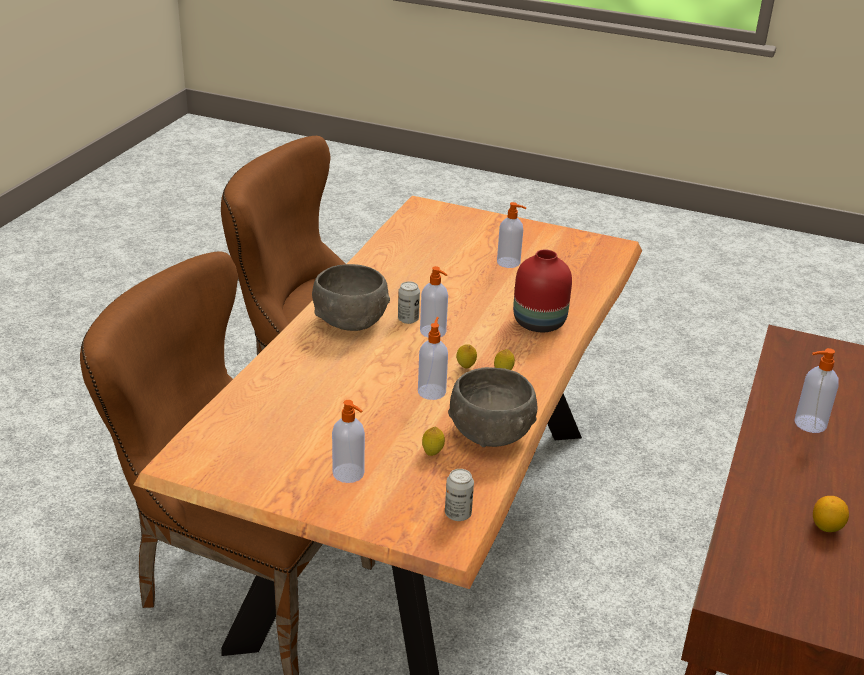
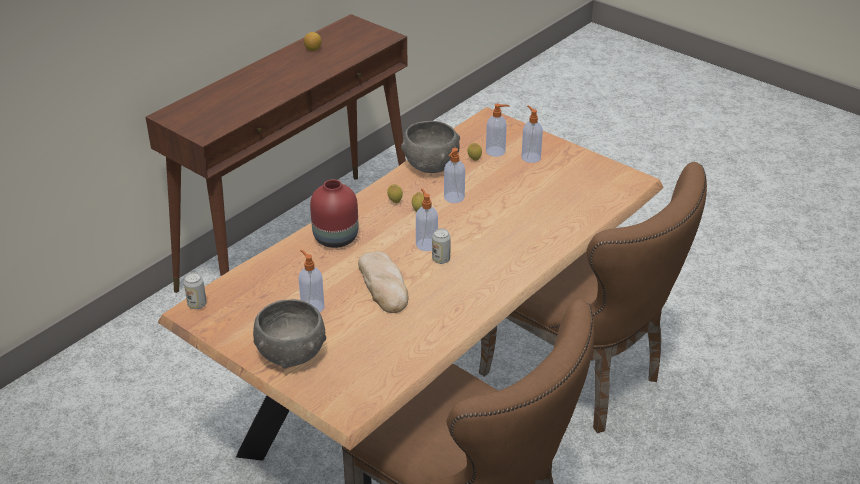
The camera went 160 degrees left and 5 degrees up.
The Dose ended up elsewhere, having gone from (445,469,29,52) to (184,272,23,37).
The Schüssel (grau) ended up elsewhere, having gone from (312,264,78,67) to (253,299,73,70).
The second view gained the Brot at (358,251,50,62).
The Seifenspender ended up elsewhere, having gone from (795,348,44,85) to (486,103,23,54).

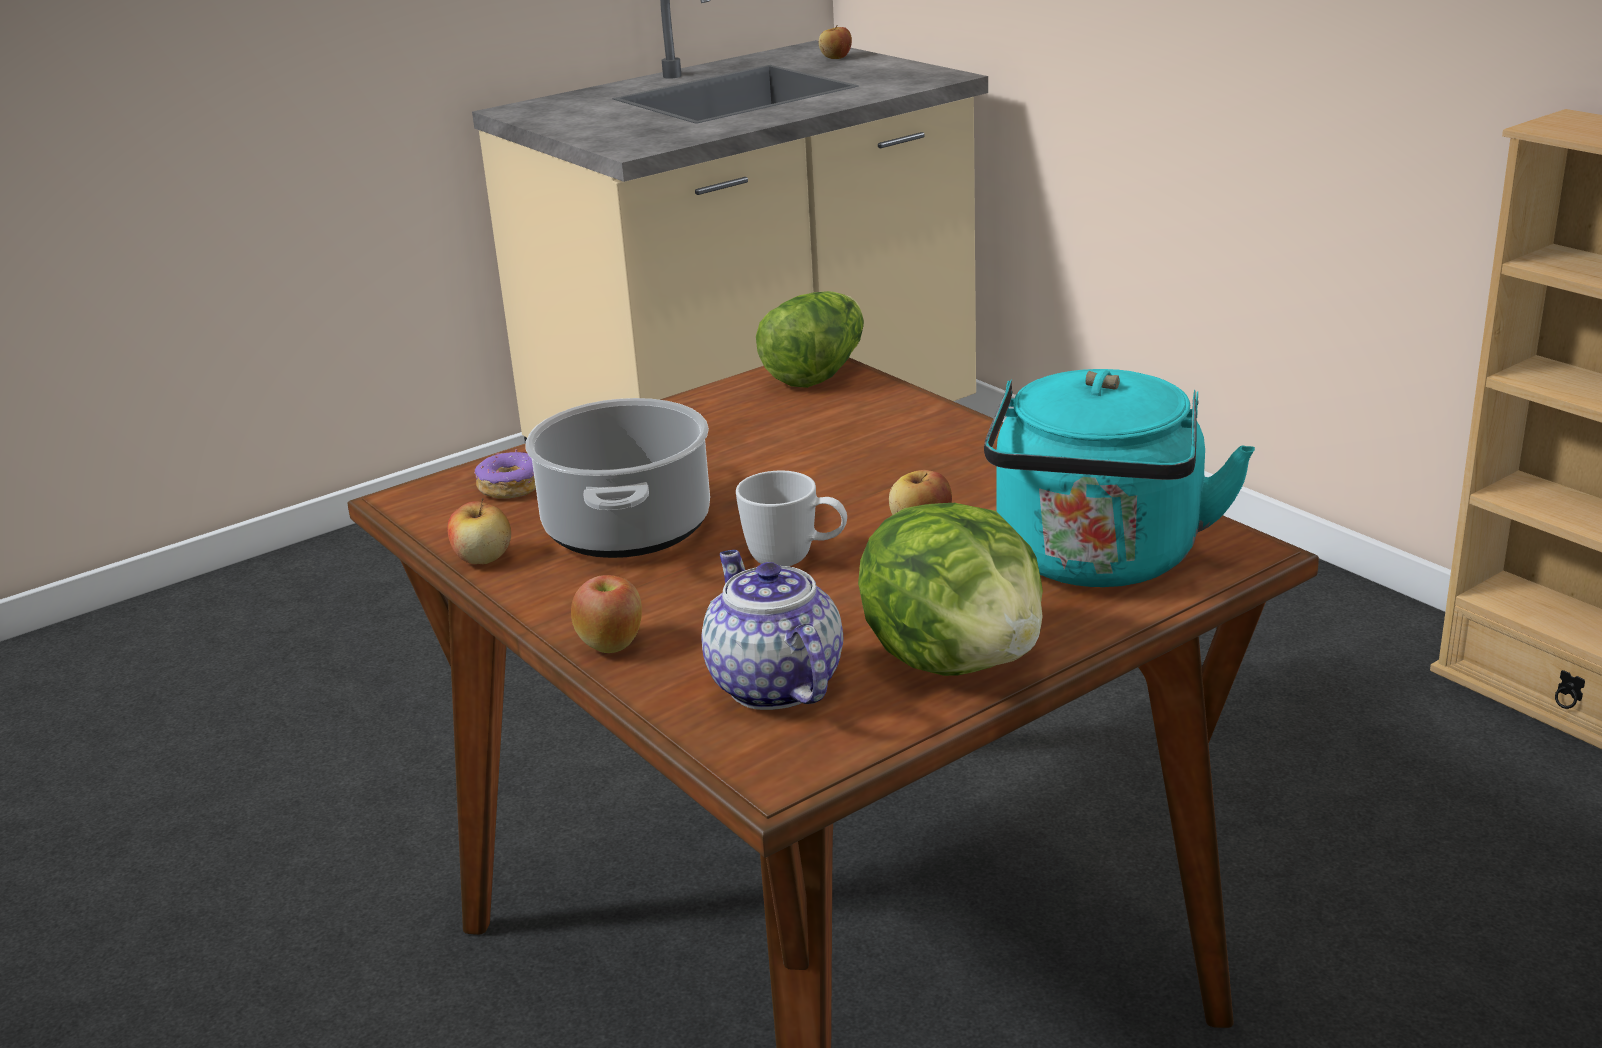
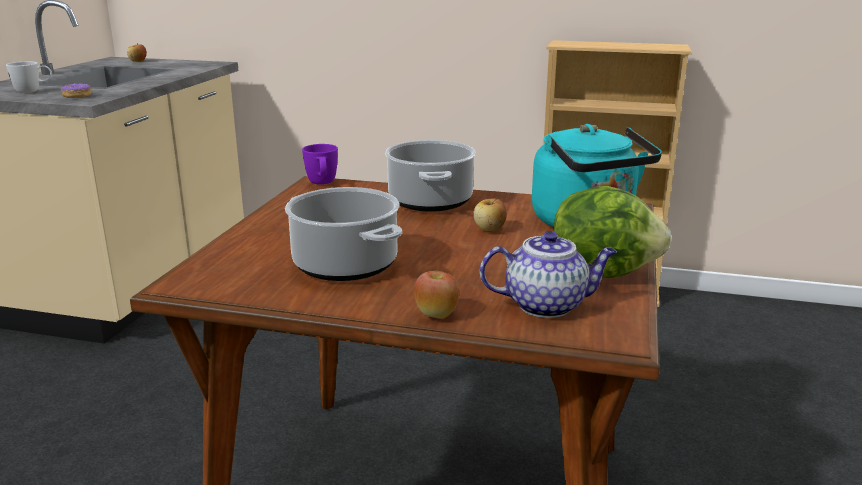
The camera went 40 degrees left and 5 degrees down.
The Henkelbecher (weiß) ended up elsewhere, having gone from (736,470,111,96) to (6,62,46,31).
The Donut ended up elsewhere, having gone from (474,450,62,48) to (61,83,31,15).
Where the Salatkopf stood at (756,291,108,97), the Henkelbecher (lila) came to stand at (302,144,36,41).
The second view gained the Kochtopf at (385,140,91,72).
The Teekanne at (702,550,141,160) ended up facing another way, 150 degrees clockwise from before.
The second view lost the Apfel at (447,498,64,66).

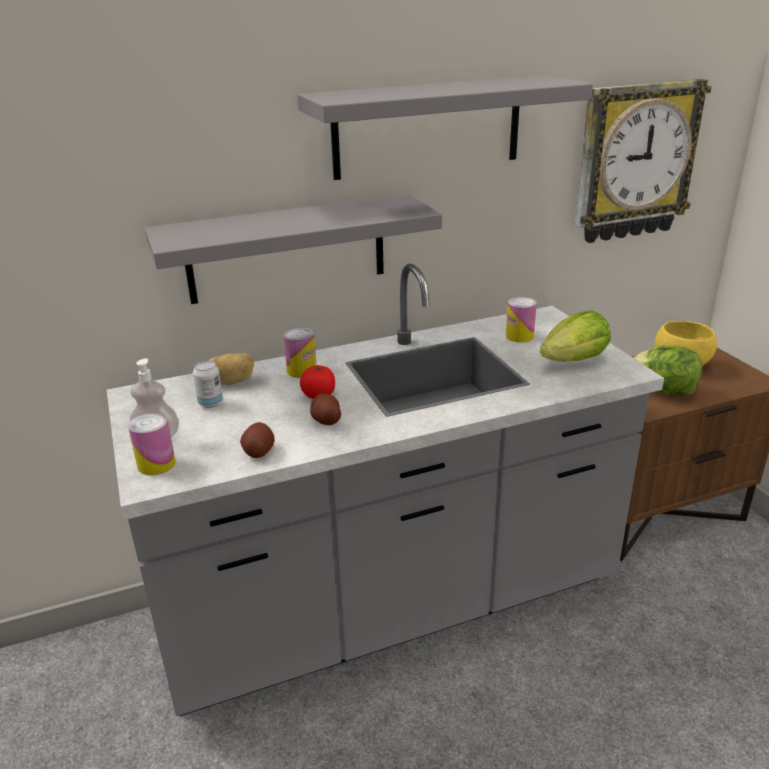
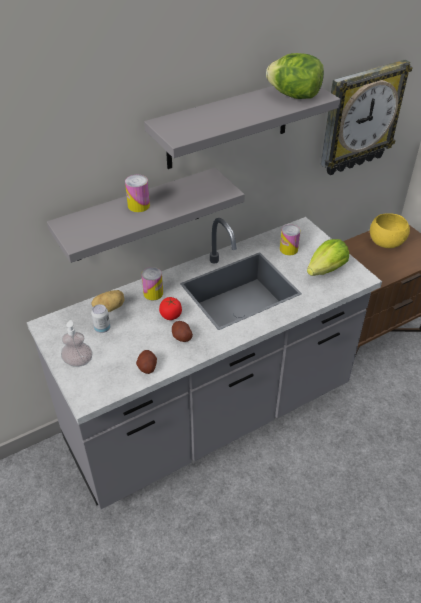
The camera went 10 degrees left and 15 degrees up.
The Dose ended up elsewhere, having gone from (128,413,48,62) to (125,175,25,37).
The Salatkopf ended up elsewhere, having gone from (634,345,69,51) to (266,53,58,46).

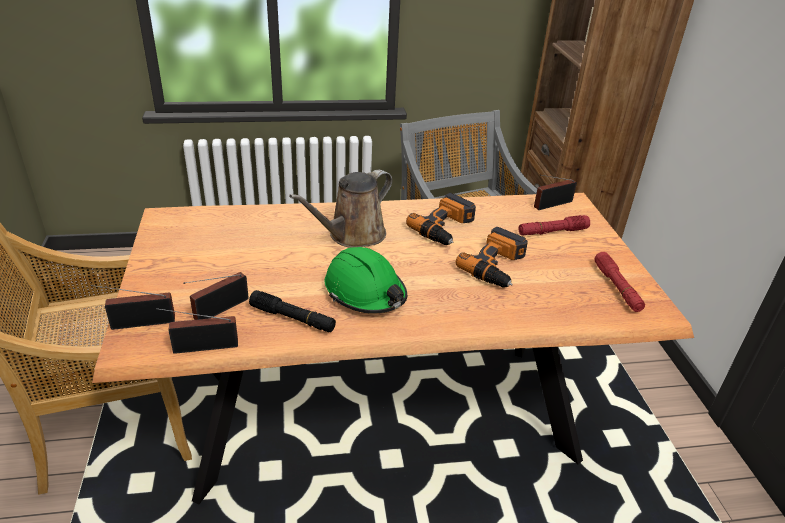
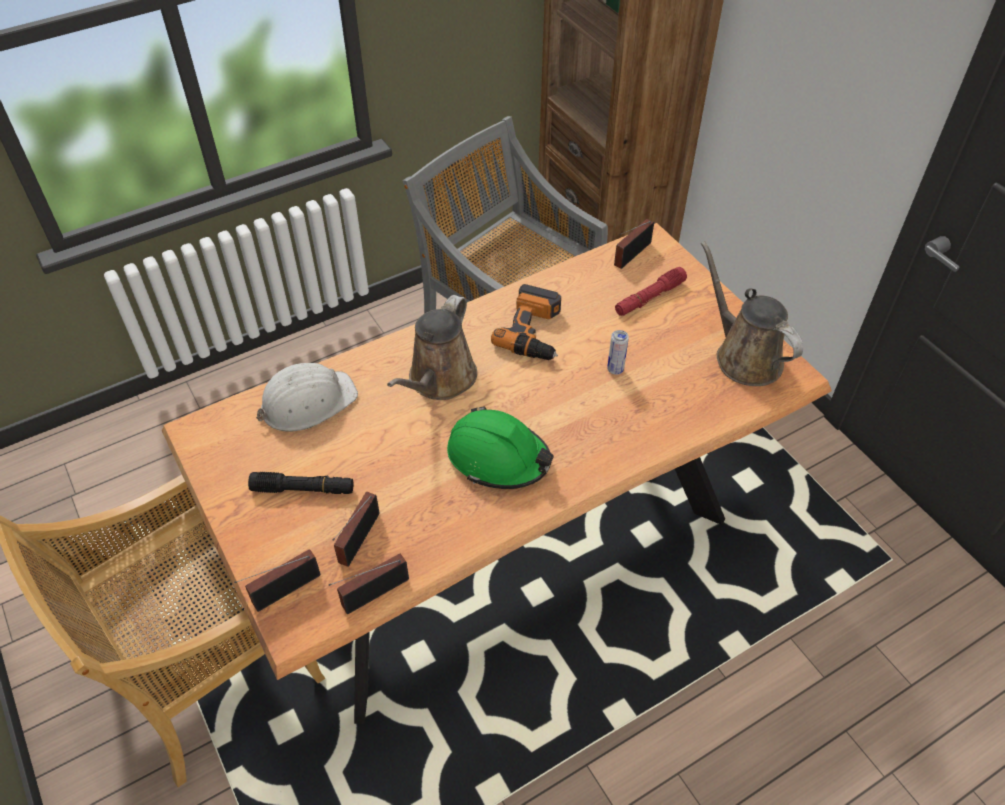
The camera went 20 degrees left and 15 degrees up.
The Taschenlampe (schwarz) ended up elsewhere, having gone from (249,290,87,42) to (248,472,105,22).
The second view gained the Schutzhelm (weiß) at (256,363,102,69).
Where the Bohrmaschine stood at (456,227,72,61), the Dose came to stand at (607,330,22,45).
Where the Taschenlampe (rot) stood at (594,252,51,60), the Gießkanne (braun) came to stand at (701,241,102,145).

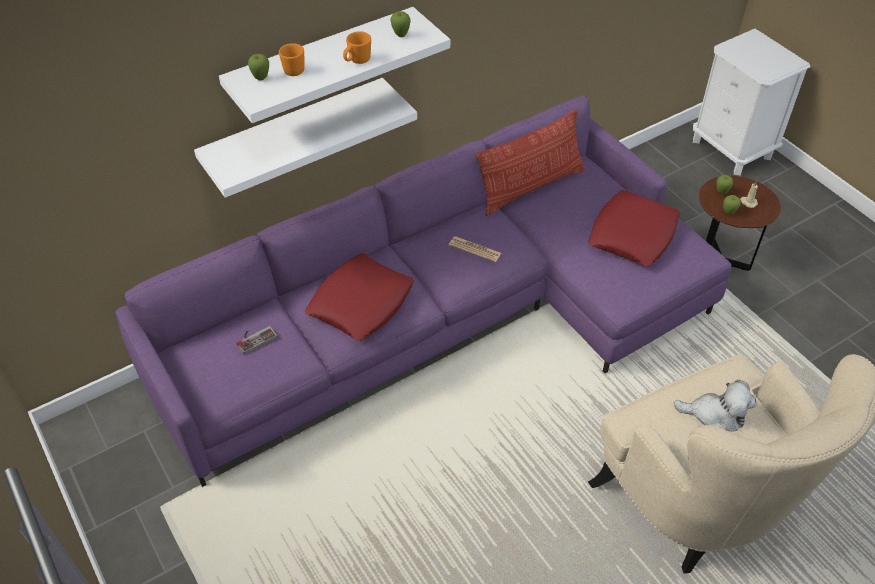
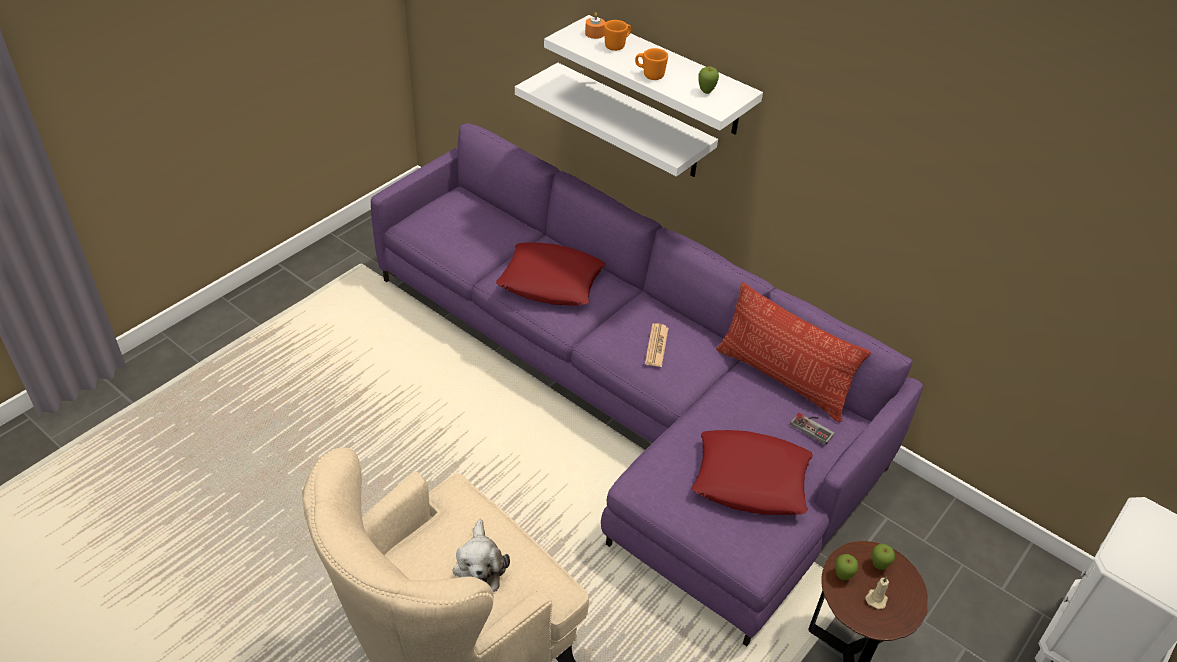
The camera went 70 degrees right and 5 degrees down.
Where the Apfel stood at (248,54,21,27), the Kerze (orange) came to stand at (585,12,20,27).
The Gamepad ended up elsewhere, having gone from (236,326,41,29) to (790,413,44,32).

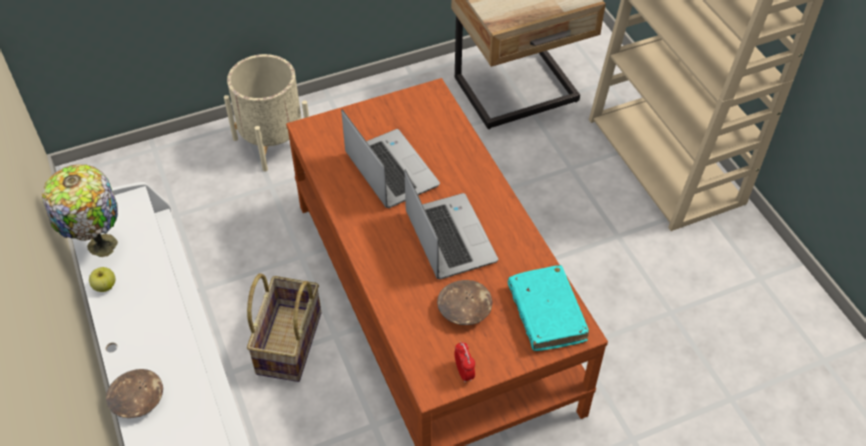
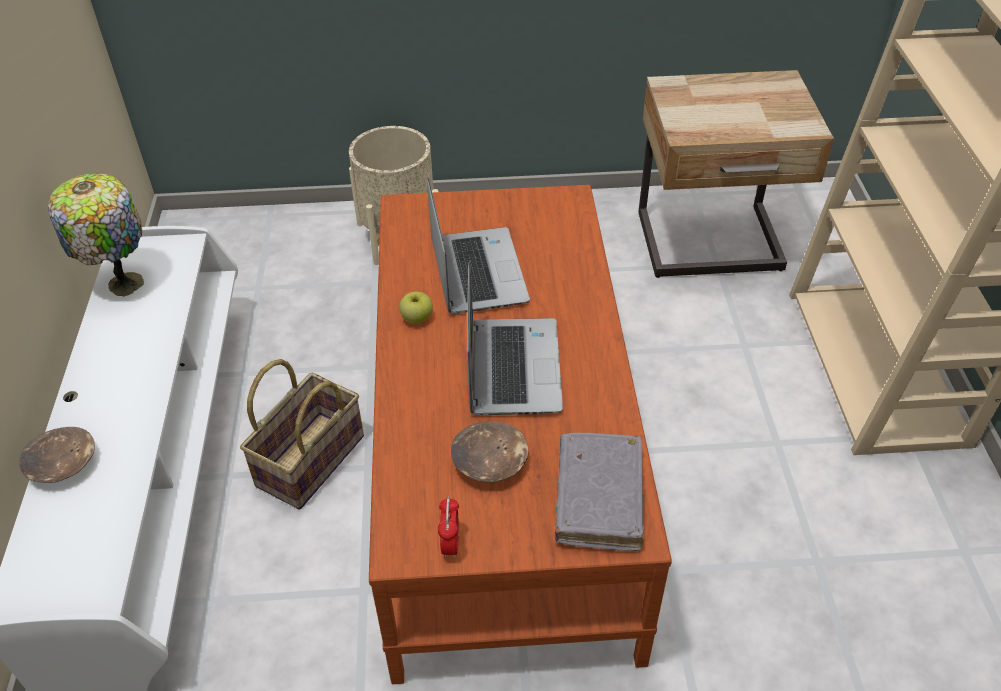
The camera went 20 degrees right and 5 degrees down.
The Apfel ended up elsewhere, having gone from (89,267,26,25) to (399,292,34,32).
What was the Buch (türkis) at (508,265,81,86) turned into the Buch (grau) at (555,433,89,118).

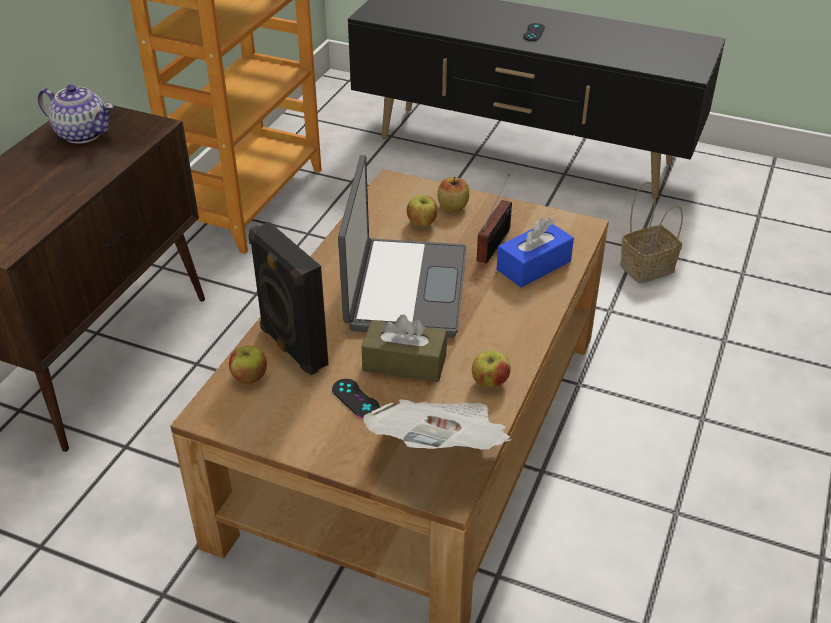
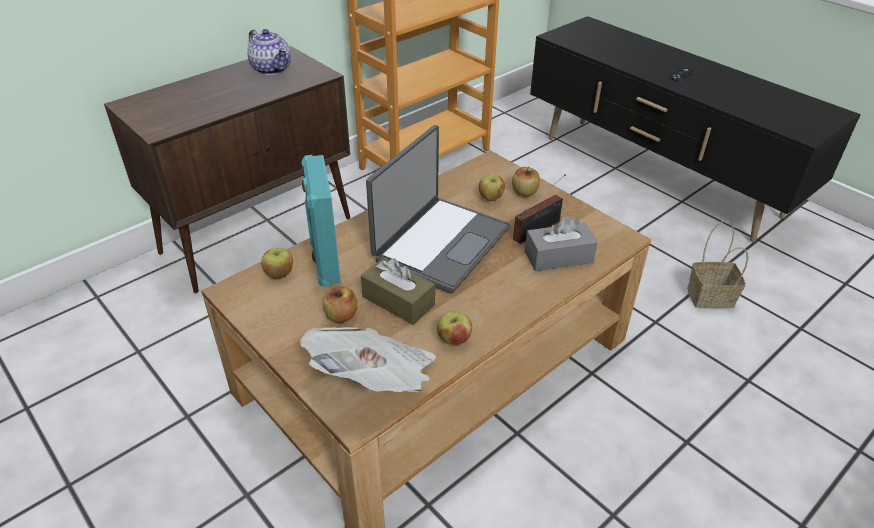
The camera went 25 degrees right and 0 degrees up.
What was the Lautsprecher (schwarz) at (248,222,81,153) turned into the Lautsprecher (türkis) at (301,155,40,132).
Where the Gamepad (schwarz) stood at (332,379,48,39), the Apfel came to stand at (323,286,34,37).
What was the Taschentuchbox (blau) at (497,217,77,71) turned into the Taschentuchbox (grau) at (525,216,73,55).

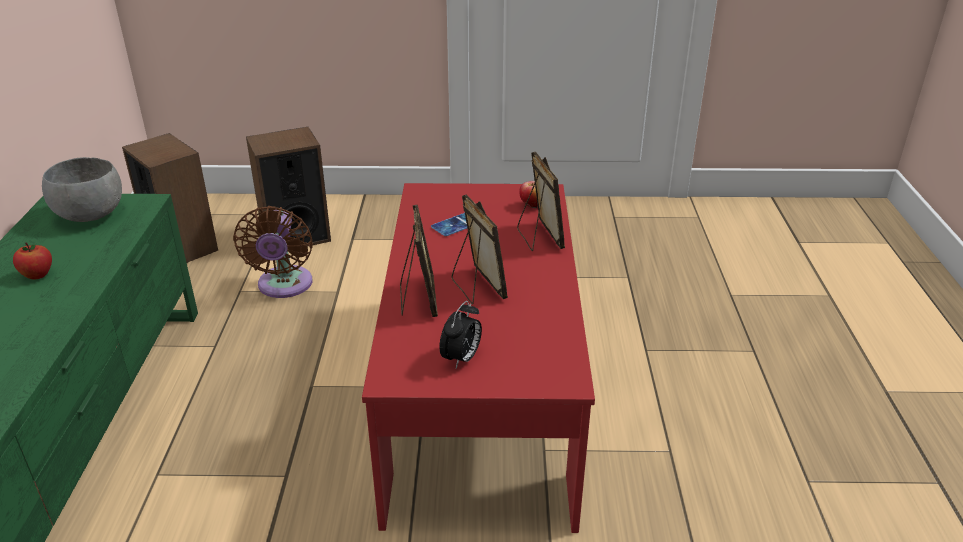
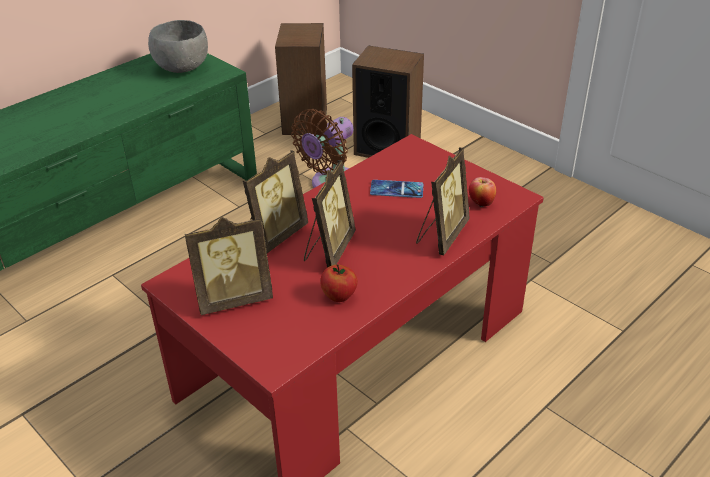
The camera went 45 degrees right and 5 degrees up.
Where the Wecker stood at (439,301,43,68), the Bilderrahmen came to stand at (185,217,88,98).
The Apfel ended up elsewhere, having gone from (13,242,39,38) to (320,264,38,38).

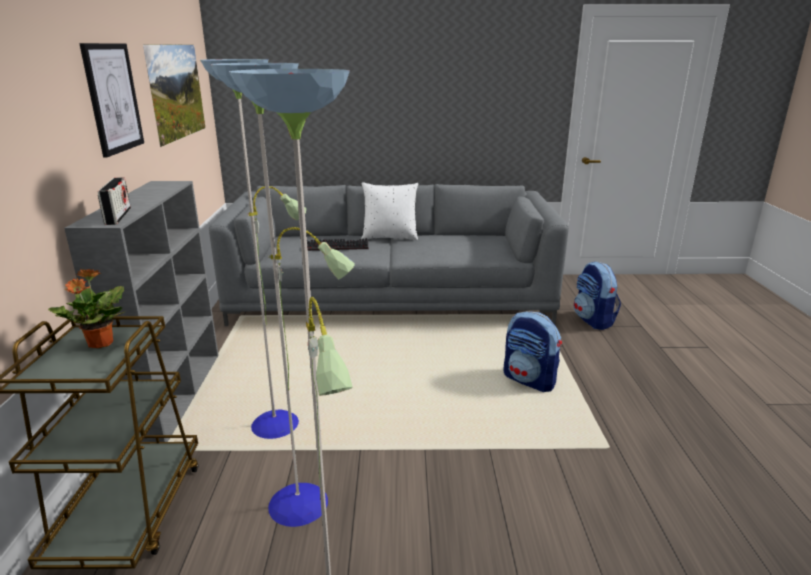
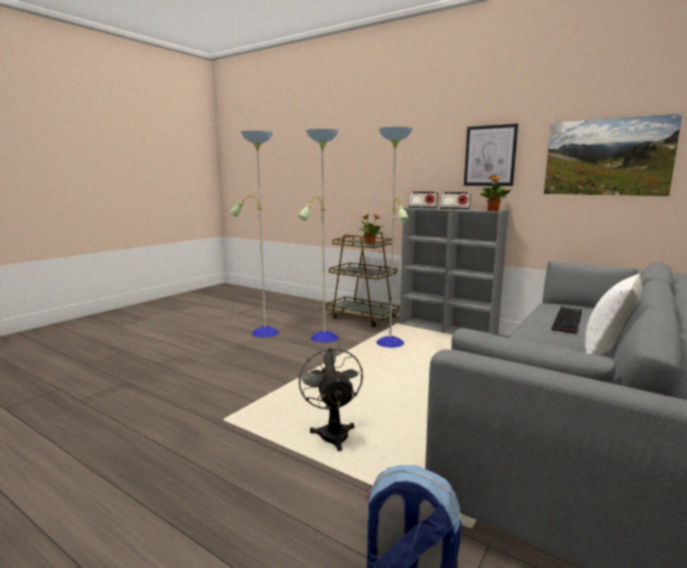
The camera went 125 degrees right and 10 degrees down.
Where the Rucksack stood at (503,311,59,81), the Ventilator (grau) came to stand at (297,345,66,106).
The second view gained the Radio at (440,192,31,18).
The second view gained the Topfpflanze at (480,175,31,36).

